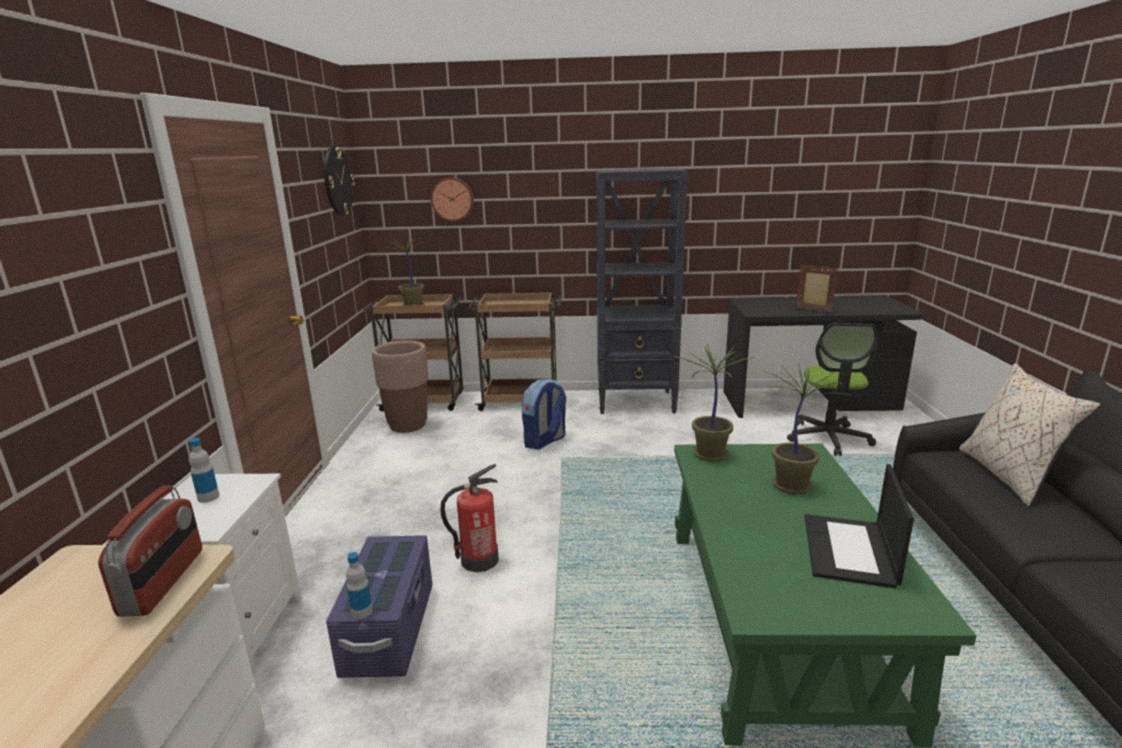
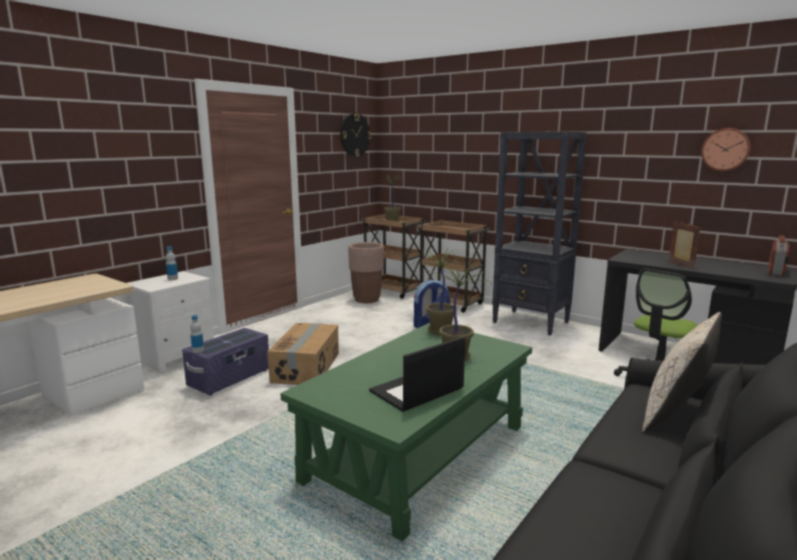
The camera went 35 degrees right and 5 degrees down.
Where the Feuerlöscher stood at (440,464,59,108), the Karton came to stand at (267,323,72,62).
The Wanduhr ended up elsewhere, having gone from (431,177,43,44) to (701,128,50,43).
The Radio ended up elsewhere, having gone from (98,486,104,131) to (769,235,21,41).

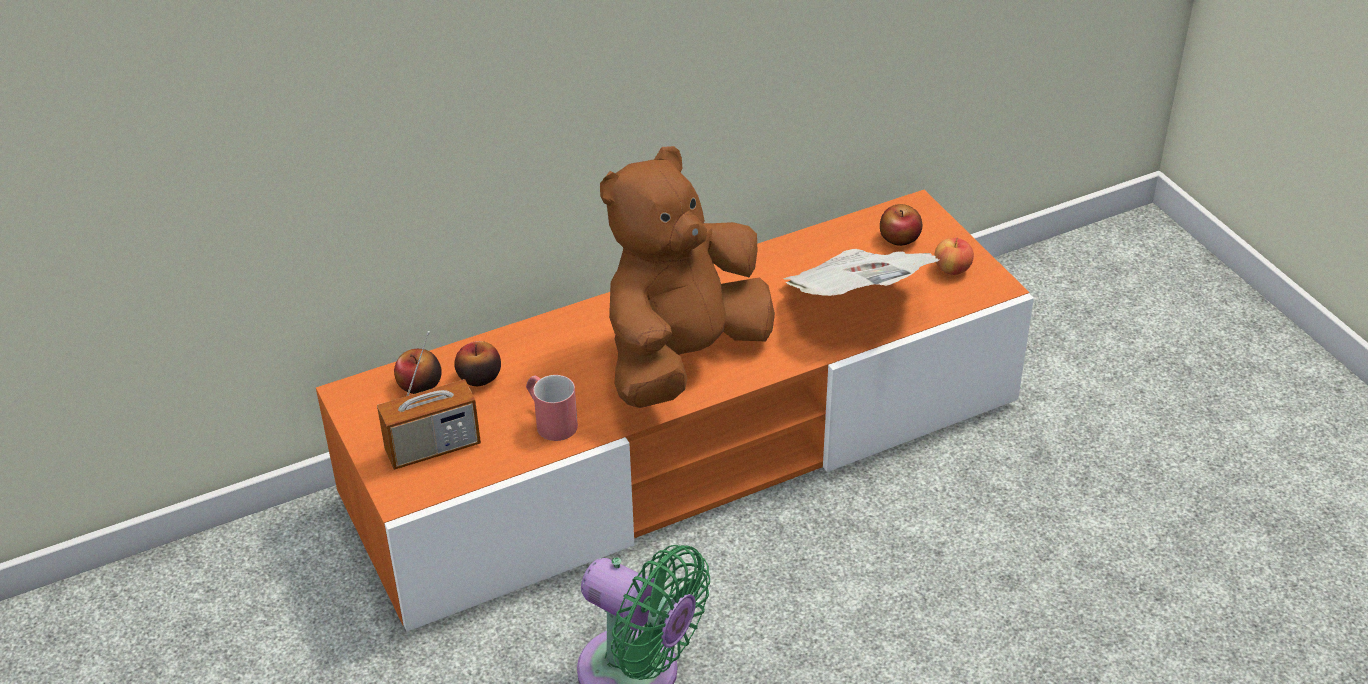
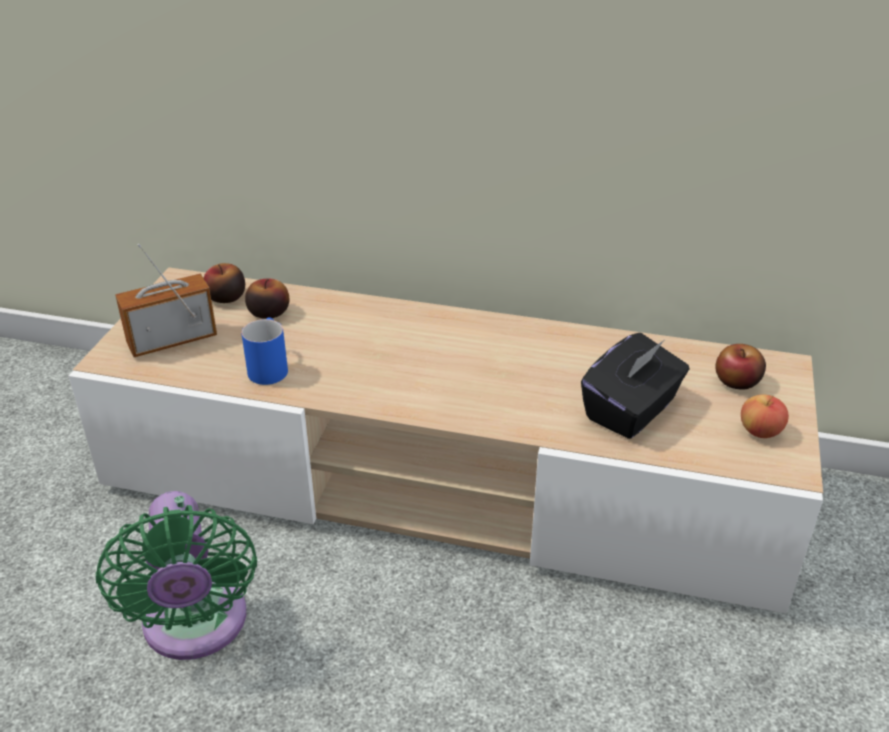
The camera went 40 degrees right and 5 degrees down.
What was the Fernsehschrank (orange) at (316,189,718,443) turned into the Fernsehschrank (beige) at (69,267,754,347).
The Radio at (377,331,104,139) ended up facing another way, 135 degrees clockwise from before.
What was the Henkelbecher (rot) at (526,375,52,66) turned into the Henkelbecher (blau) at (241,317,47,68).
Where the Zeitung stood at (783,249,156,47), the Taschentuchbox (schwarz) came to stand at (581,333,108,106).
The second view lost the Plüschtier (braun) at (600,146,175,262).

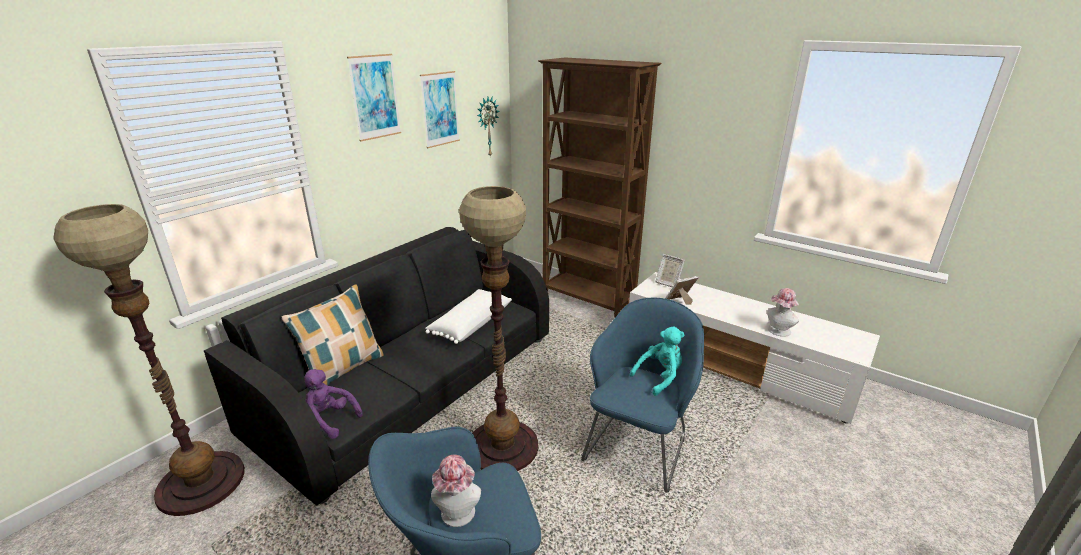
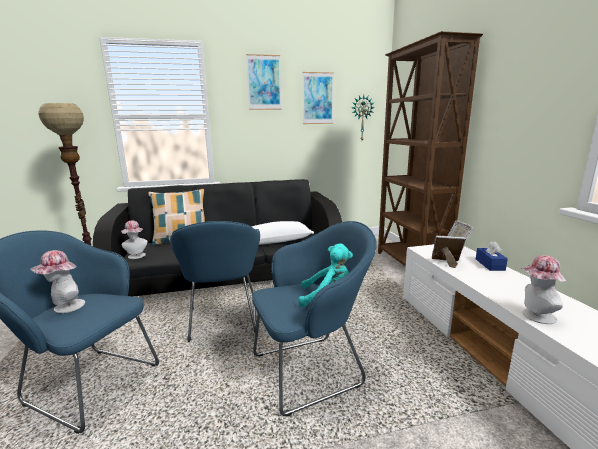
The camera went 40 degrees right and 10 degrees down.
Where the Plüschtier (lila) stood at (304,369,59,70), the Hut came to stand at (121,221,27,38).
Where the Stehlampe stood at (459,186,79,285), the Sessel (blau) came to stand at (170,221,90,121).
The second view gained the Taschentuchbox (blau) at (476,241,32,30).

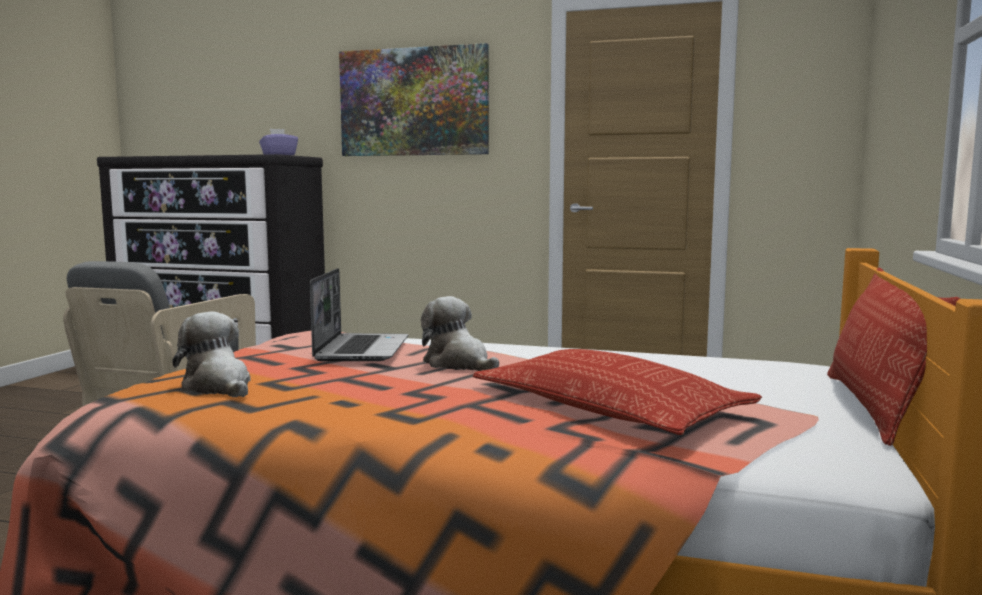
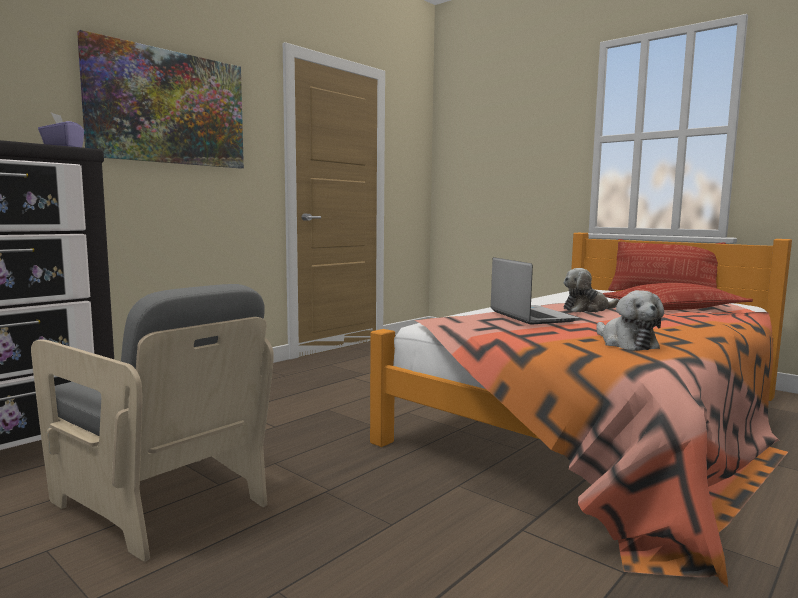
The camera went 65 degrees left and 0 degrees up.
The Laptop at (310,268,98,93) ended up facing another way, 45 degrees clockwise from before.
The Plüschtier at (173,312,78,85) ended up facing another way, 90 degrees counterclockwise from before.

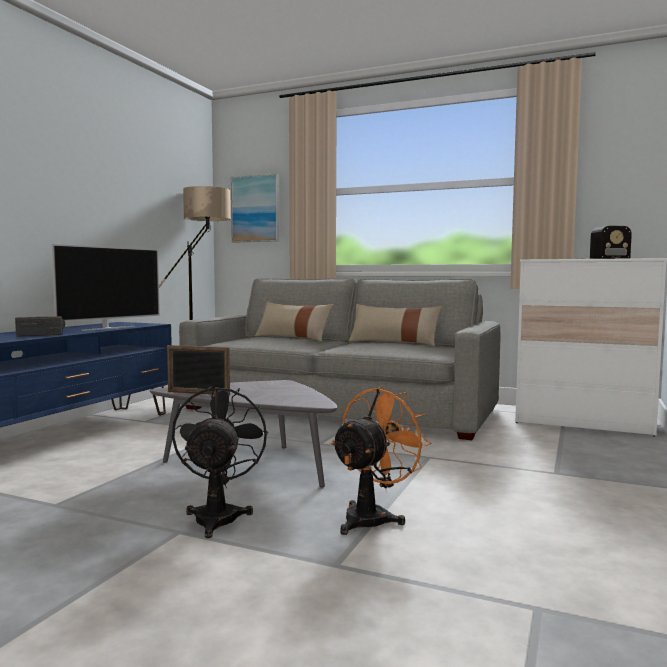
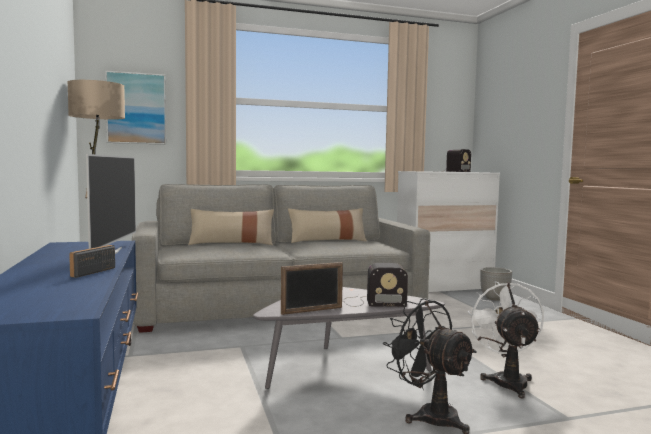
The camera went 40 degrees left and 0 degrees up.
The second view gained the Radio at (344,263,64,44).
What was the Ventilator (orange) at (331,387,100,148) turned into the Ventilator (weiß) at (468,281,76,117).
The second view gained the Pflanzkübel at (480,267,32,34).

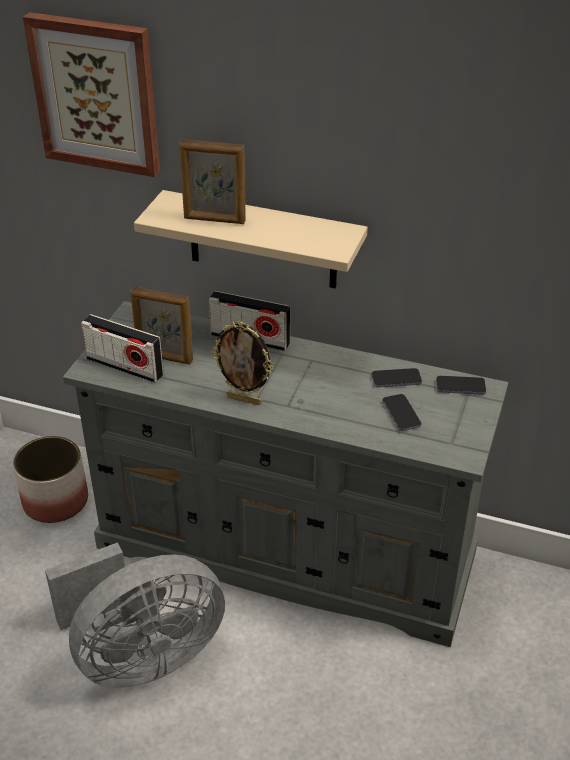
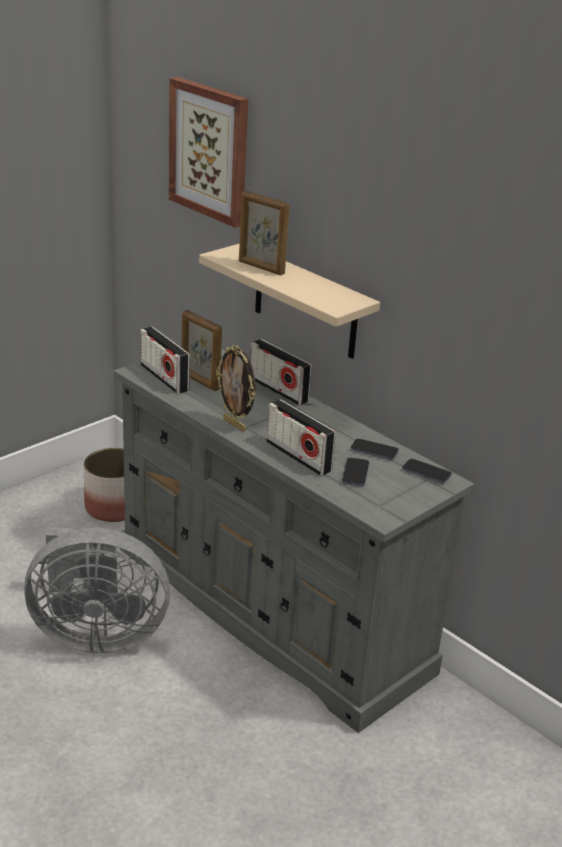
The camera went 25 degrees right and 10 degrees down.
The second view gained the Radio at (267,399,69,77).

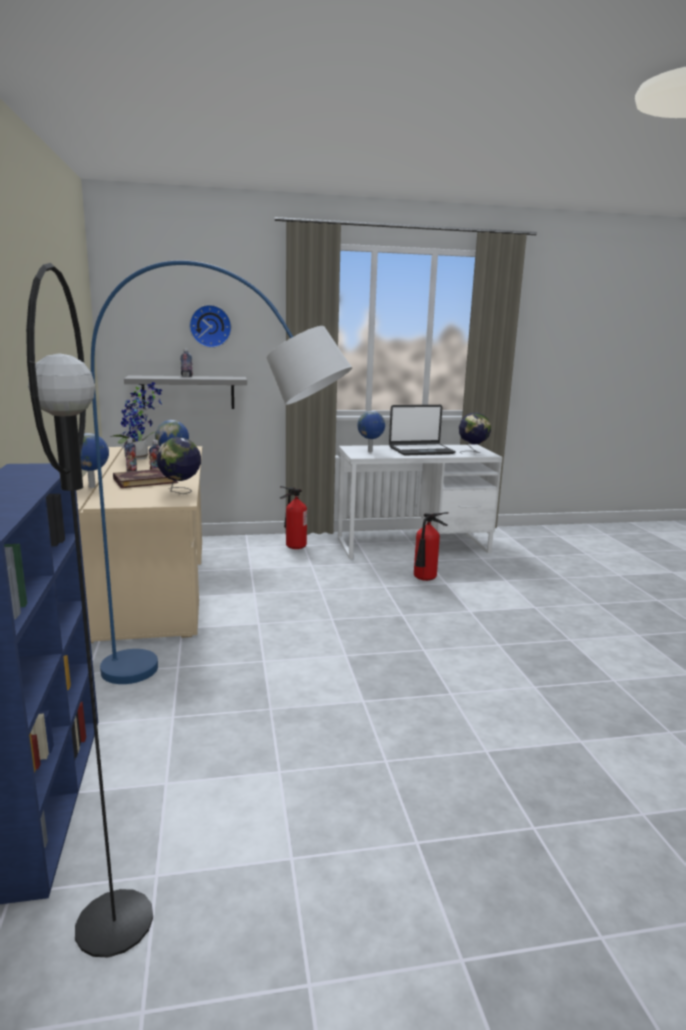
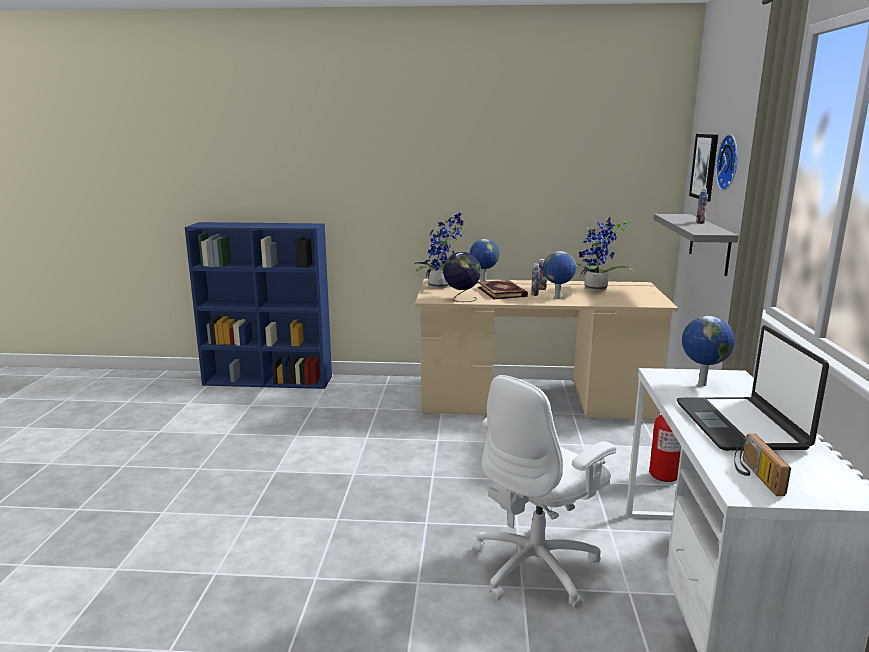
The camera went 105 degrees right and 0 degrees up.
The second view gained the Topfpflanze at (414,213,49,76).
Where the Feuerlöscher stood at (414,512,35,69), the Bürostuhl (weiß) came to stand at (473,375,143,234).
The second view gained the Bild at (689,134,29,67).
Where the Globus stood at (459,413,32,41), the Radio came to stand at (734,434,57,62).
The second view lost the Stehlampe (schwarz) at (26,263,127,694).
The second view lost the Stehlampe (blau) at (91,260,261,424).

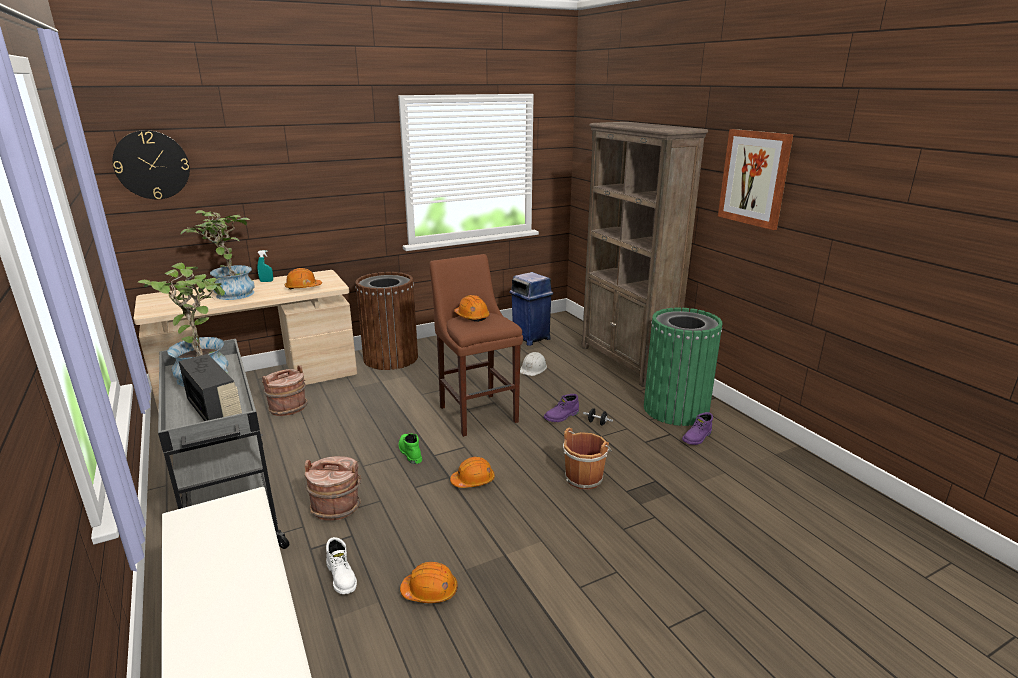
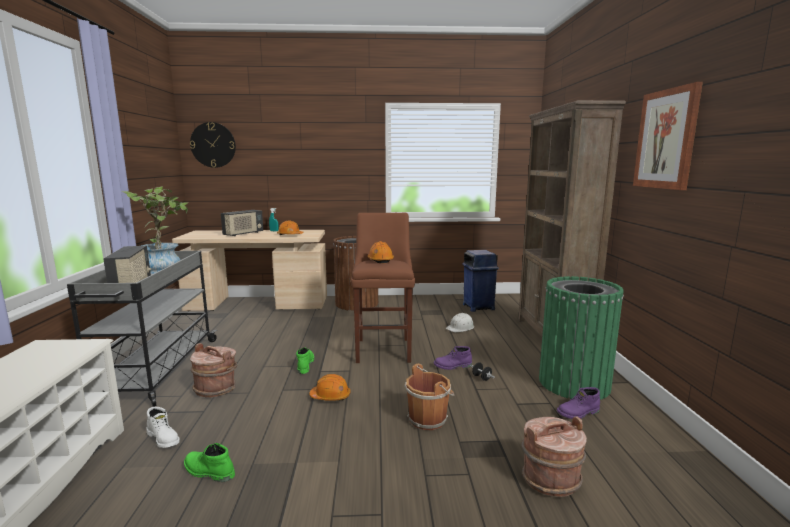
The camera went 25 degrees right and 10 degrees down.
The Stiefel (weiß) at (326,537,31,57) ended up facing another way, 45 degrees counterclockwise from before.
Where the Schutzhelm (orange) stood at (400,562,58,41), the Stiefel (grün) came to stand at (184,443,51,39).
Where the Topfpflanze stood at (180,210,75,90), the Radio came to stand at (221,210,42,26).
The Eimer (braun) ended up elsewhere, having gone from (262,365,46,51) to (522,416,65,81).

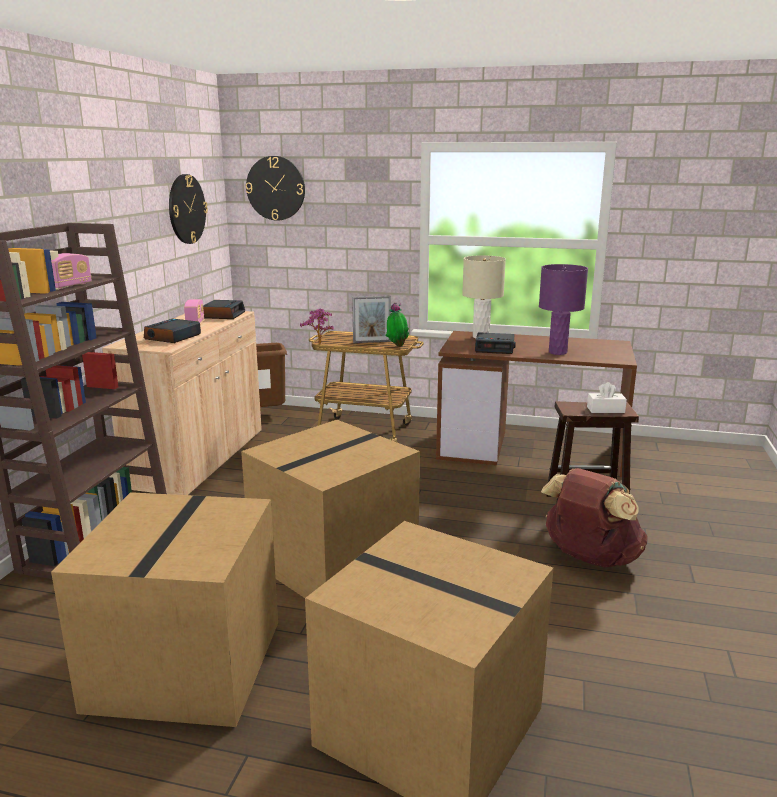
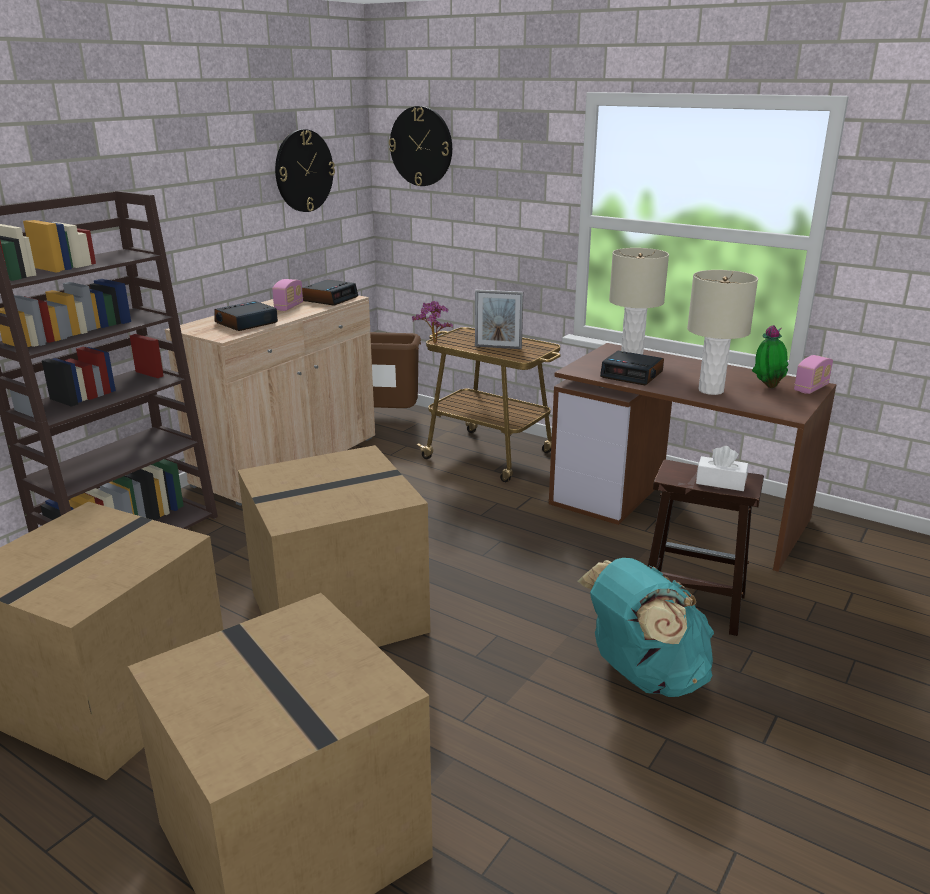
The camera went 20 degrees right and 5 degrees up.
What was the Rucksack (braun) at (541,468,106,100) turned into the Rucksack (türkis) at (578,558,136,139).
What was the Tischlampe (lila) at (539,264,49,91) turned into the Tischlampe (beige) at (687,270,71,125).
The Topfpflanze ended up elsewhere, having gone from (386,303,23,44) to (752,325,37,63).
The Radio ended up elsewhere, having gone from (51,253,41,36) to (794,355,39,39).

